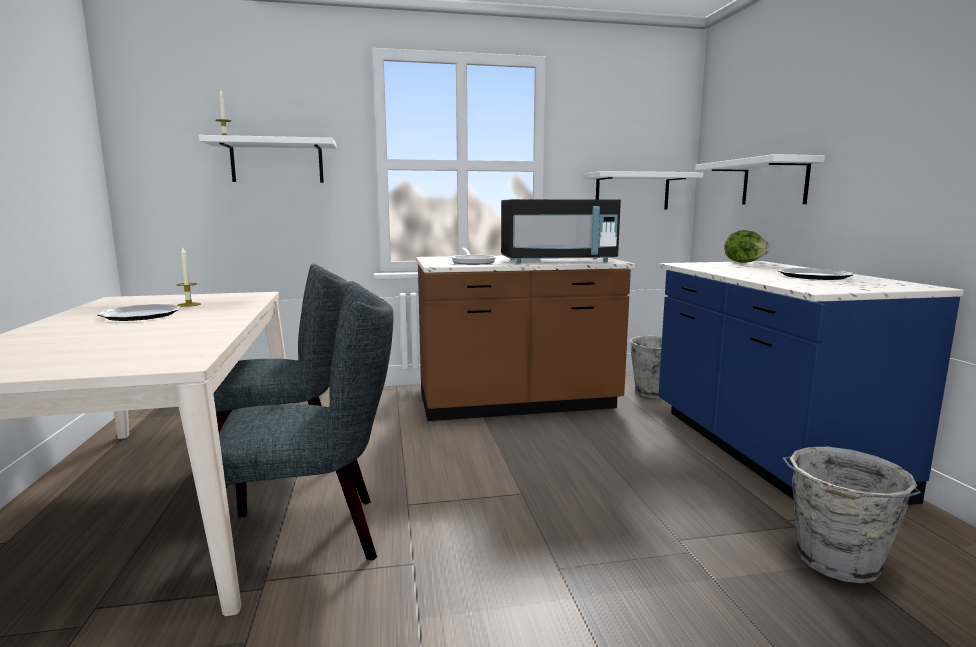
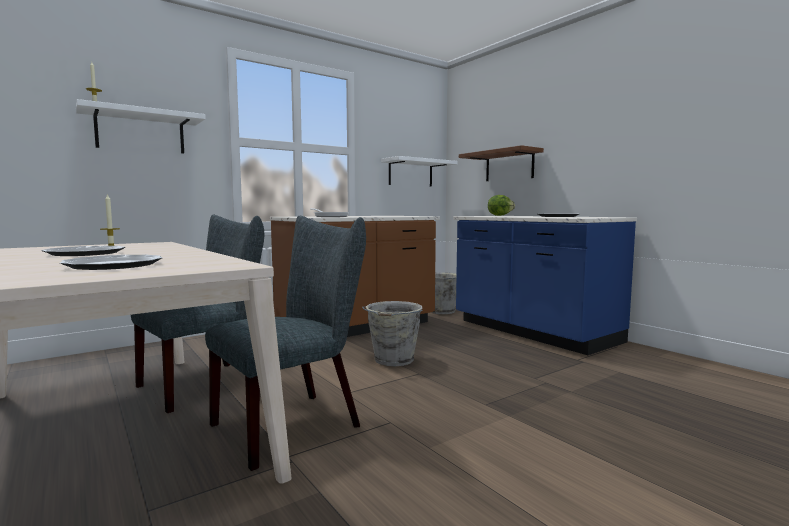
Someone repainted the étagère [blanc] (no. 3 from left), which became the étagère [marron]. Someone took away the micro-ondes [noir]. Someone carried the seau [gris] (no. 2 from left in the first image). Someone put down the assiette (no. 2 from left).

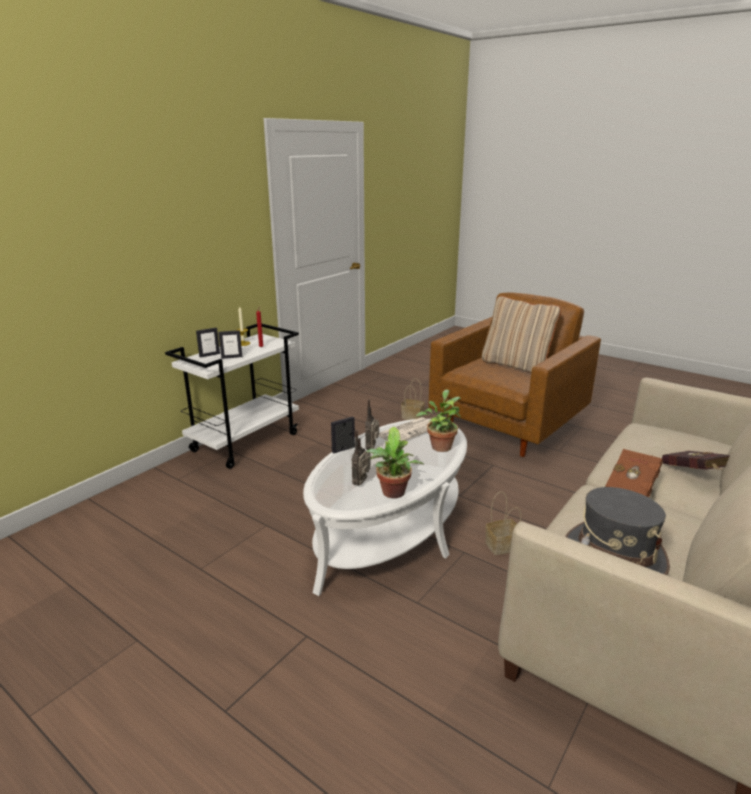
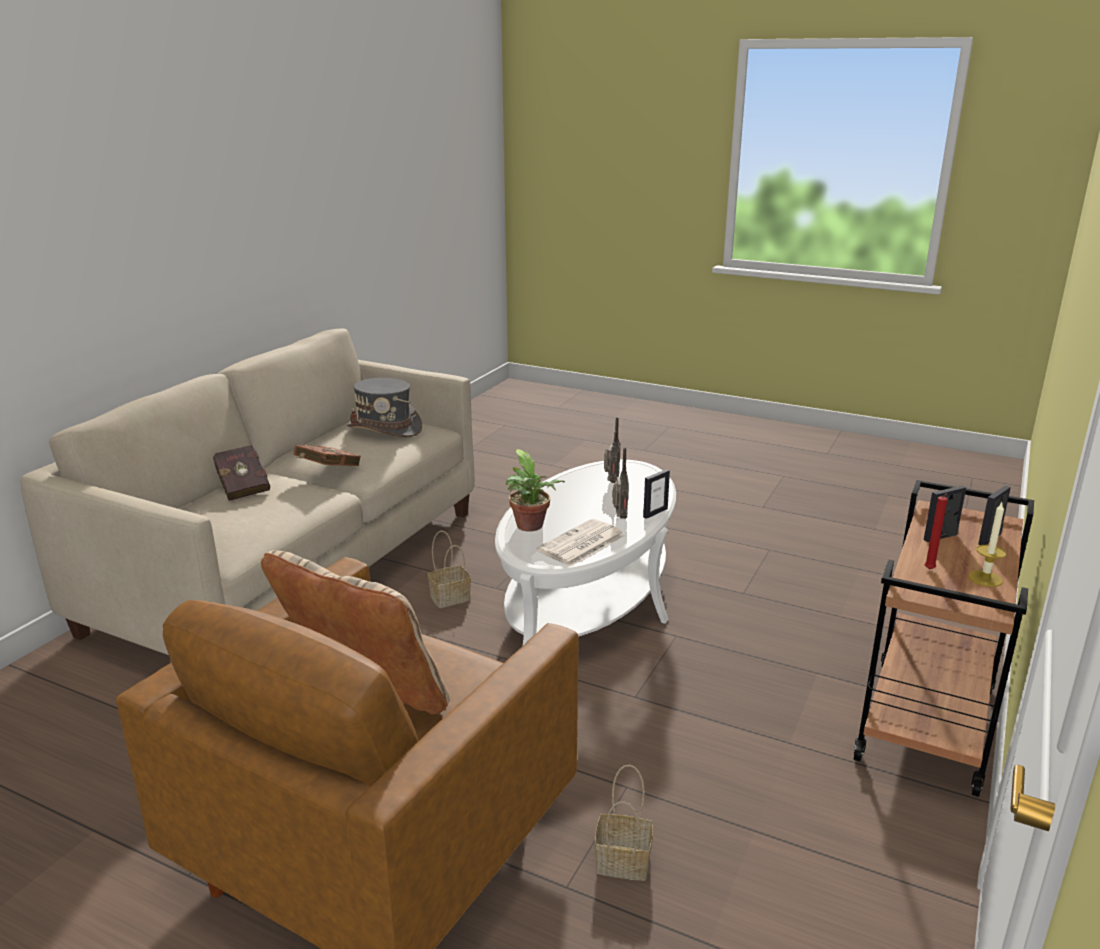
Someone repainted the chariot [blanc], which became the chariot [marron]. Someone took away the plante en pot (no. 1 from left).

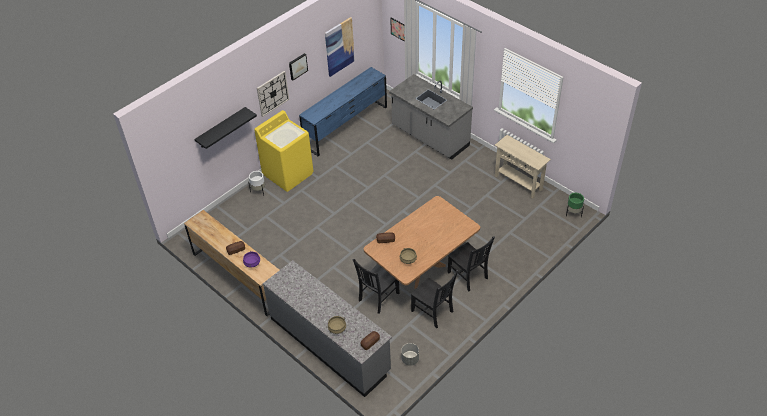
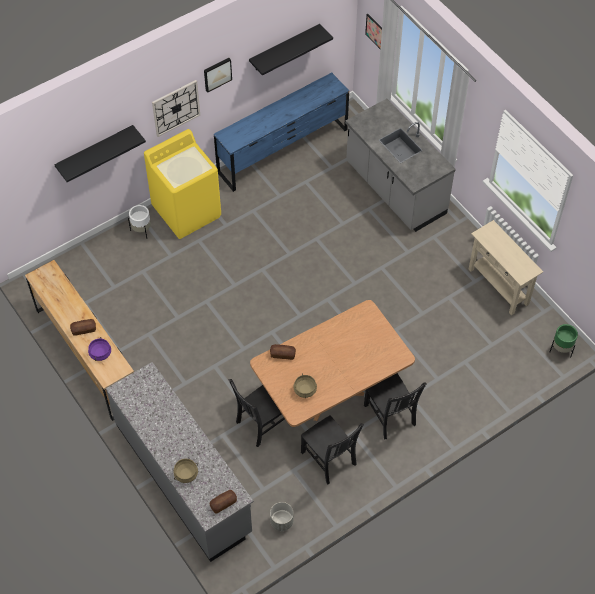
Someone swapped the tableau (no. 2 from left) for the étagère [noir] (no. 2 from left).

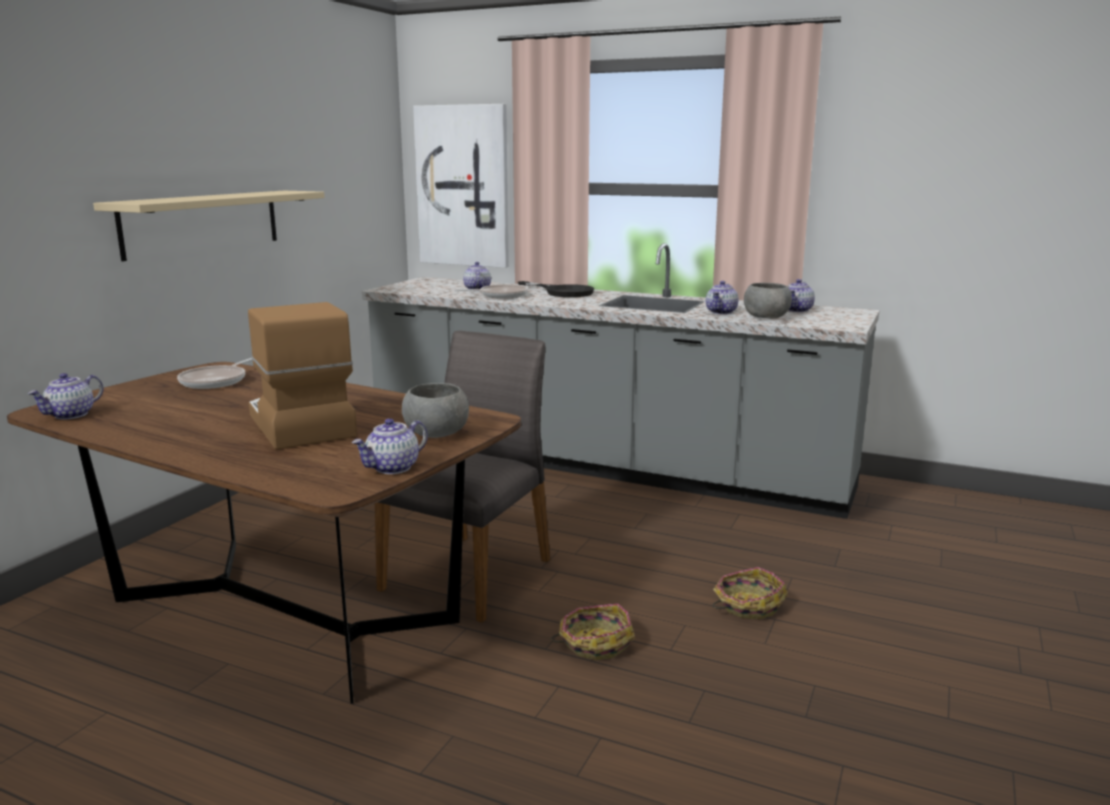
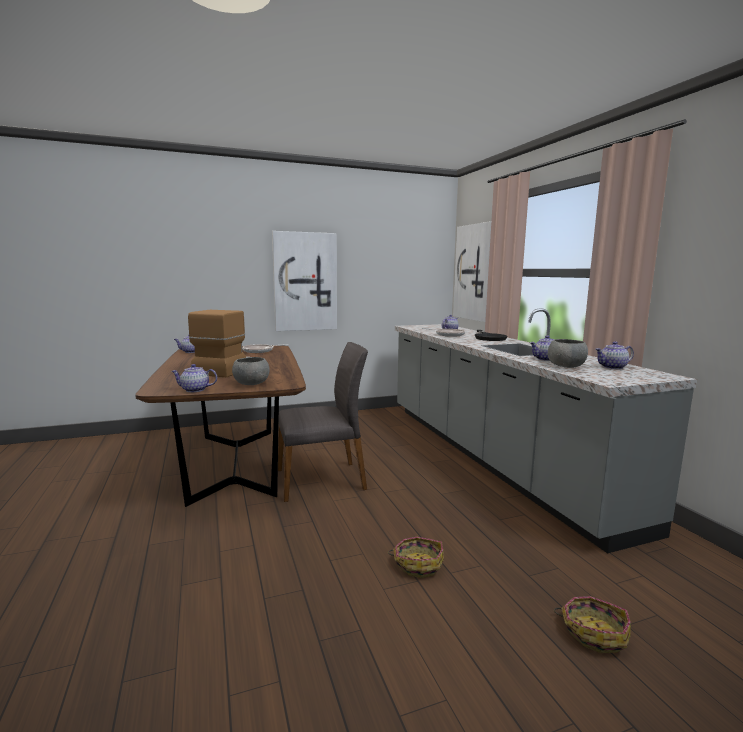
Someone swapped the étagère [beige] for the tableau (no. 1 from left). Someone carried the panier (no. 1 from left in the first image).

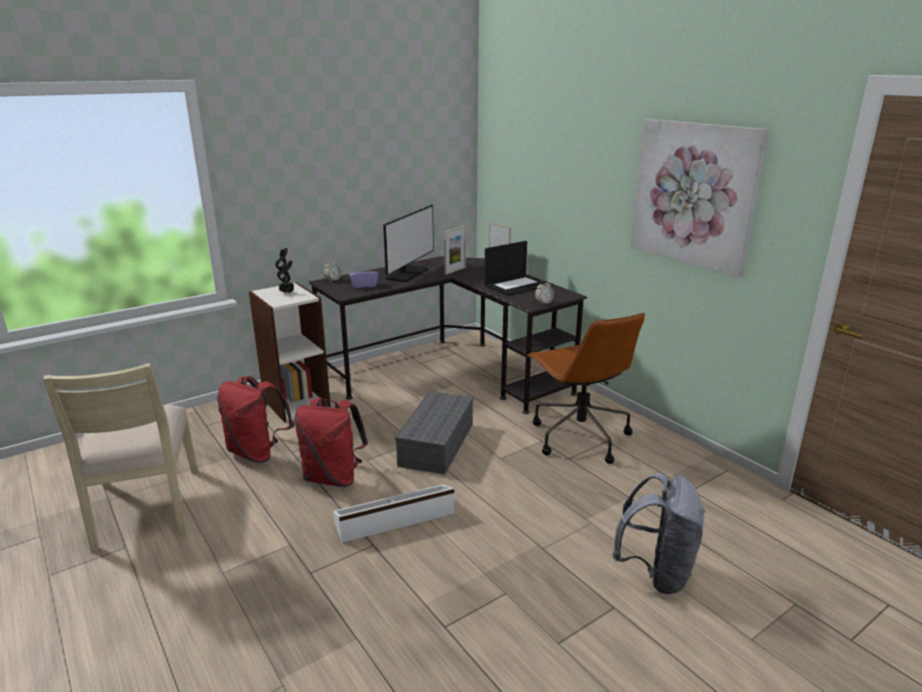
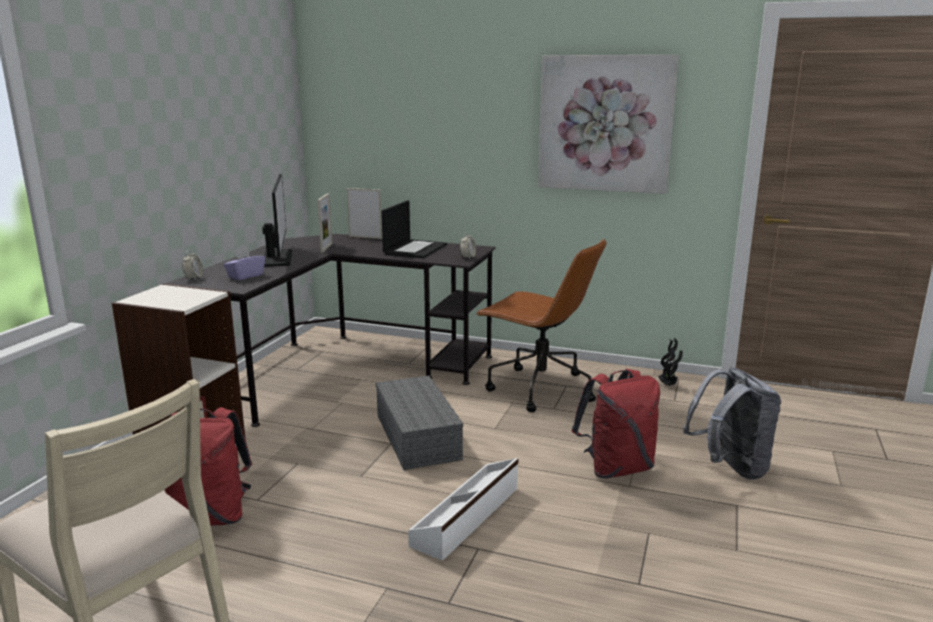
Someone carried the plante en pot. Someone carried the sac à dos [rouge] (no. 2 from left).

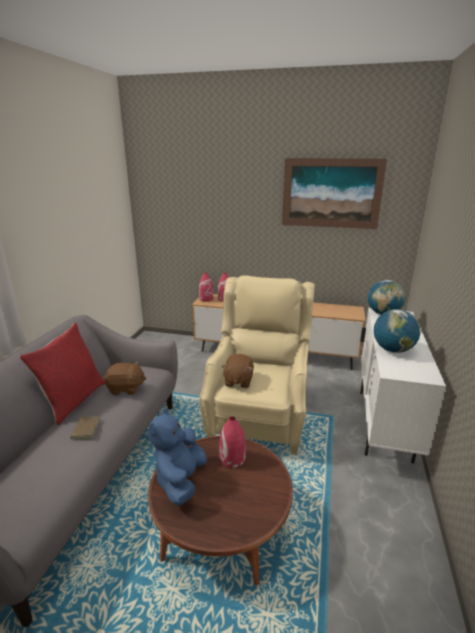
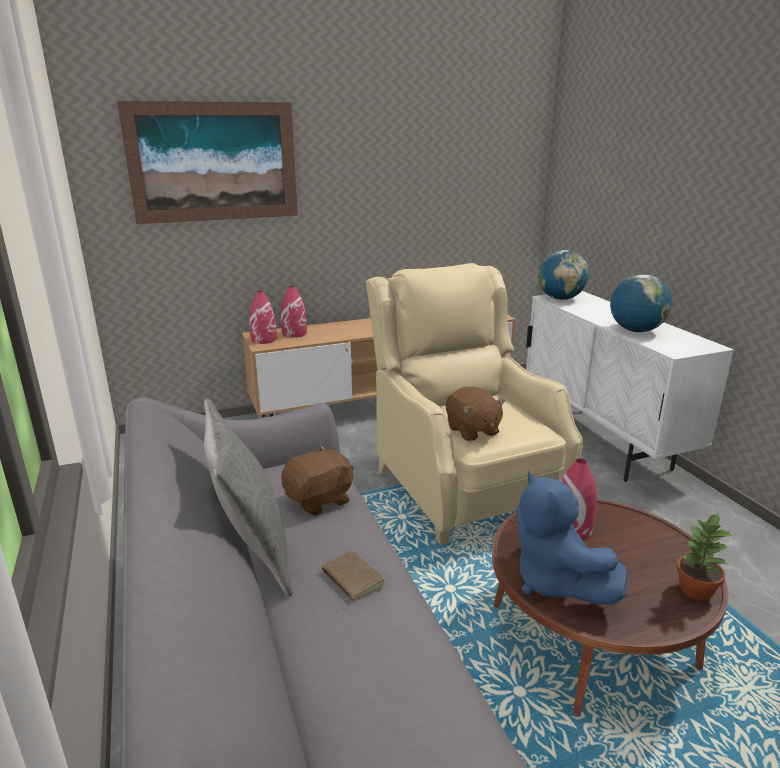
Someone carried the tableau. Someone repainted the coussin [rouge], which became the coussin [gris]. Someone put down the plante en pot.

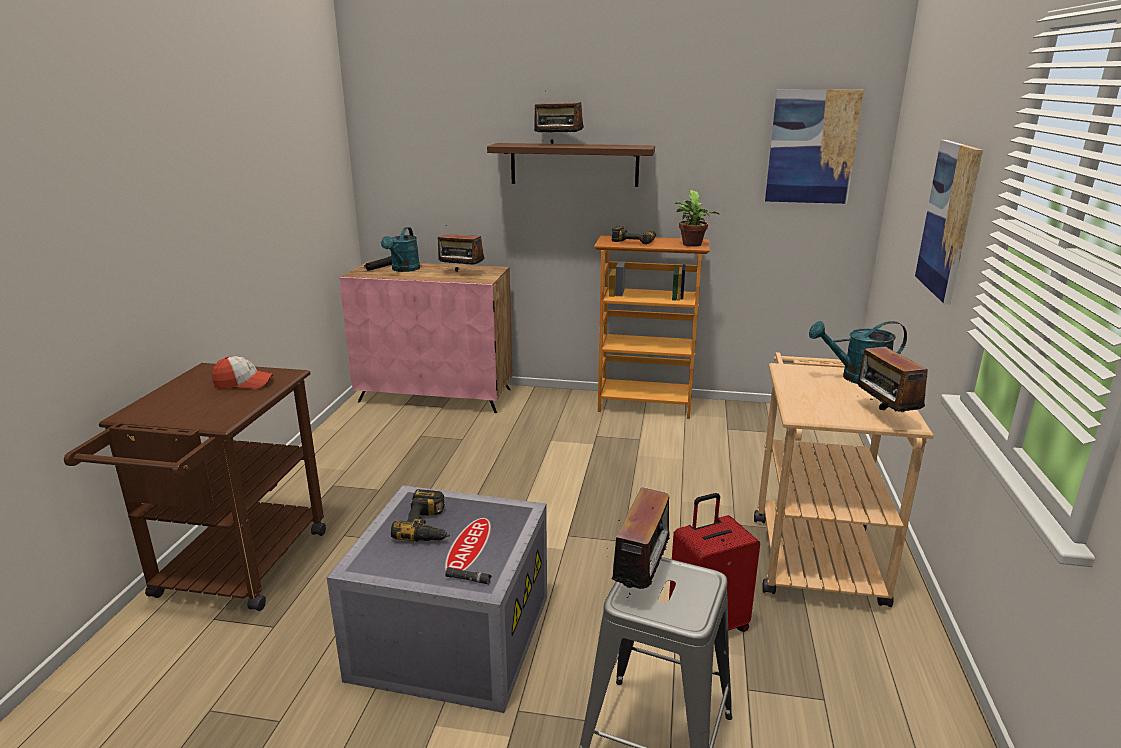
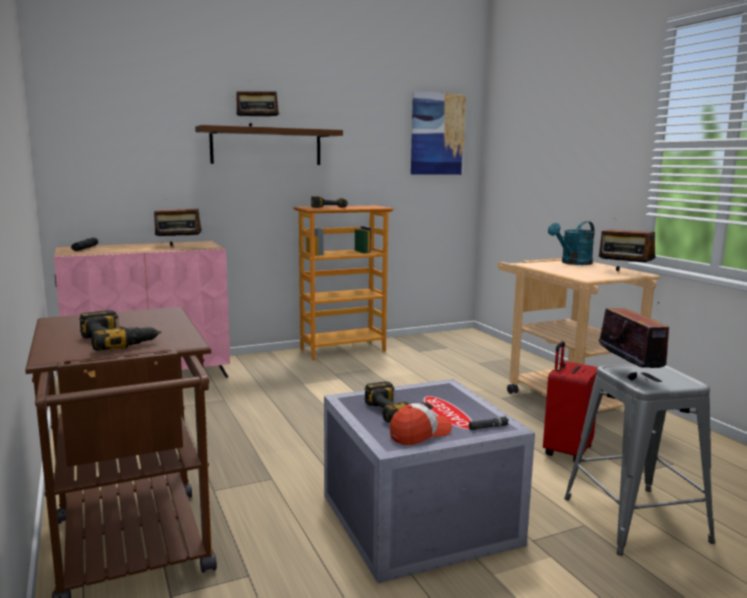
Someone took away the tableau (no. 2 from left). Someone took away the plante en pot. Someone took away the arrosoir [turquoise] (no. 1 from left). Someone carried the casquette. Someone put down the perceuse (no. 1 from left).

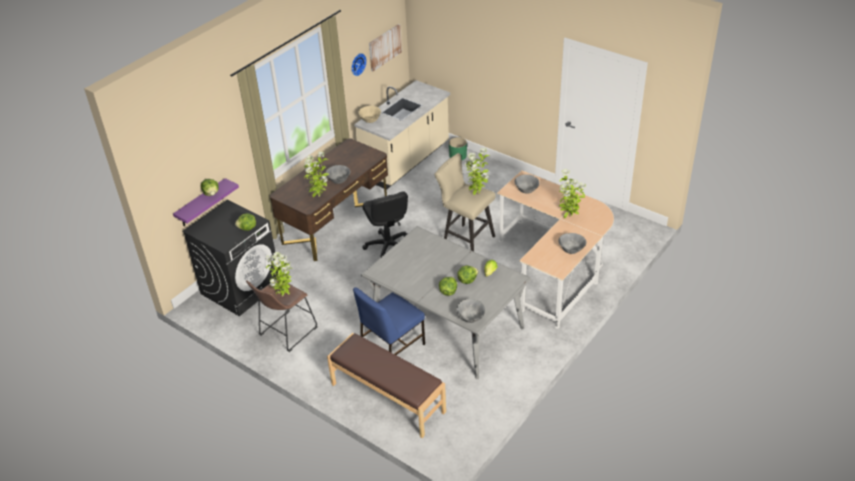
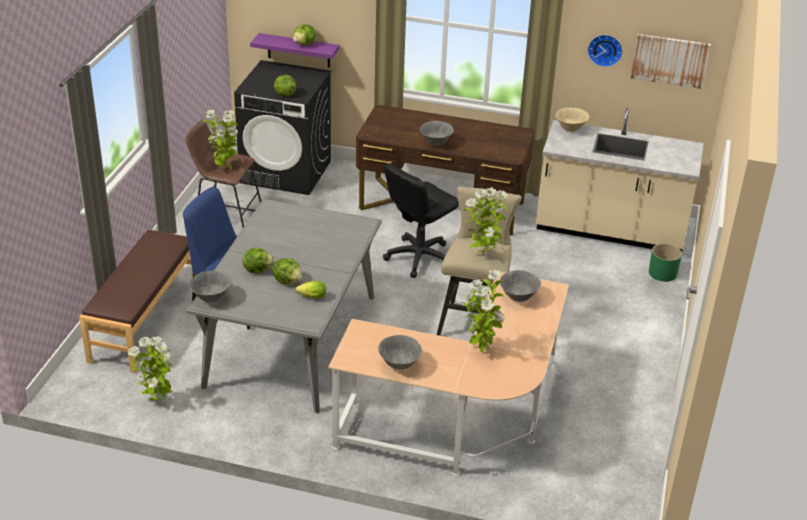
Someone carried the plante en pot (no. 2 from left in the first image).

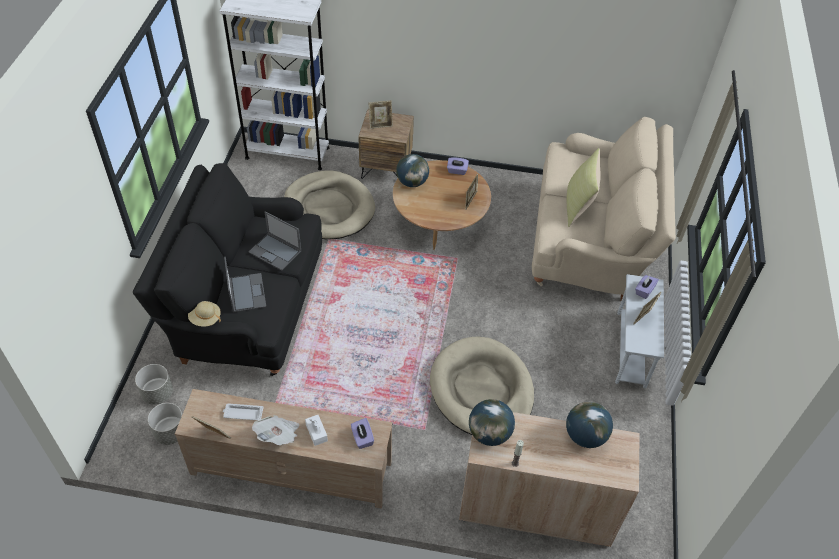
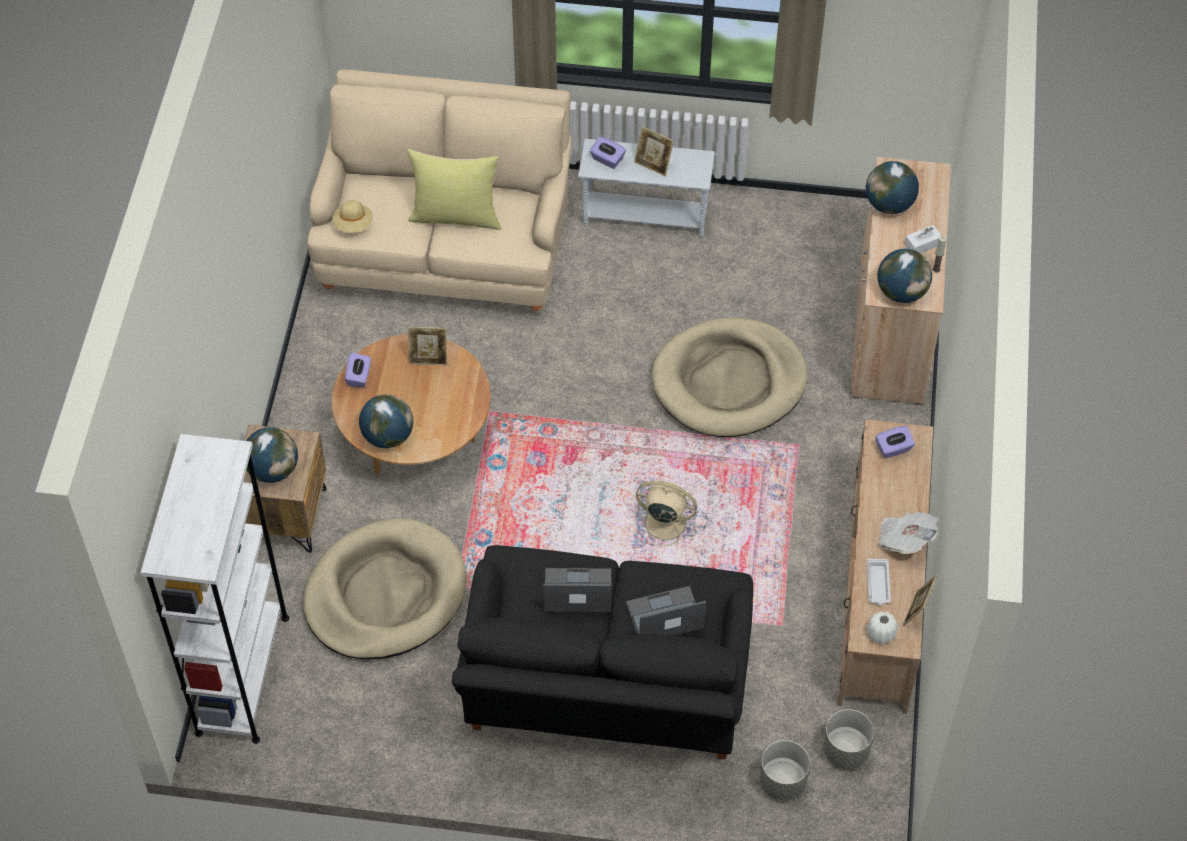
Someone swapped the cadre photo (no. 2 from left) for the globe (no. 1 from left). Someone rotated the ordinateur portable (no. 2 from left in the first image) by 120 degrees counterclockwise. Someone carried the chapeau [beige]. Someone carried the boîte à mouchoirs [blanc]. Someone put down the ventilateur [beige]. Someone put down the vase [blanc].

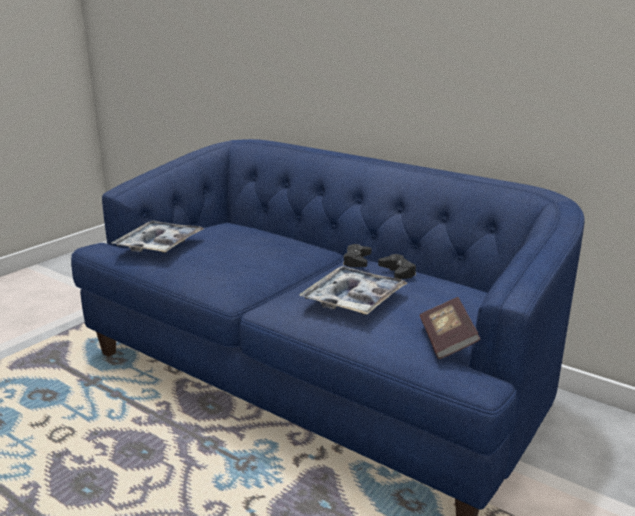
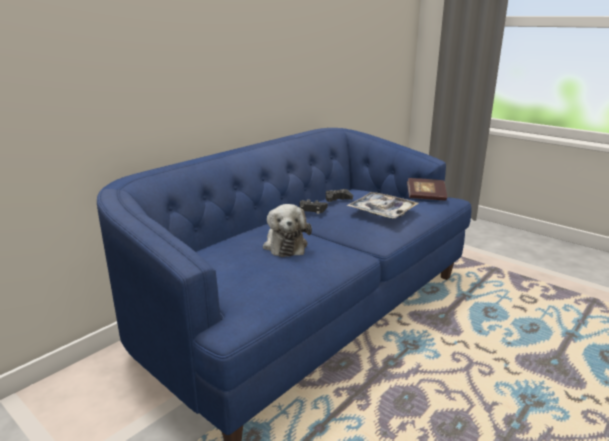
Someone took away the plateau (no. 1 from left). Someone put down the peluche.

